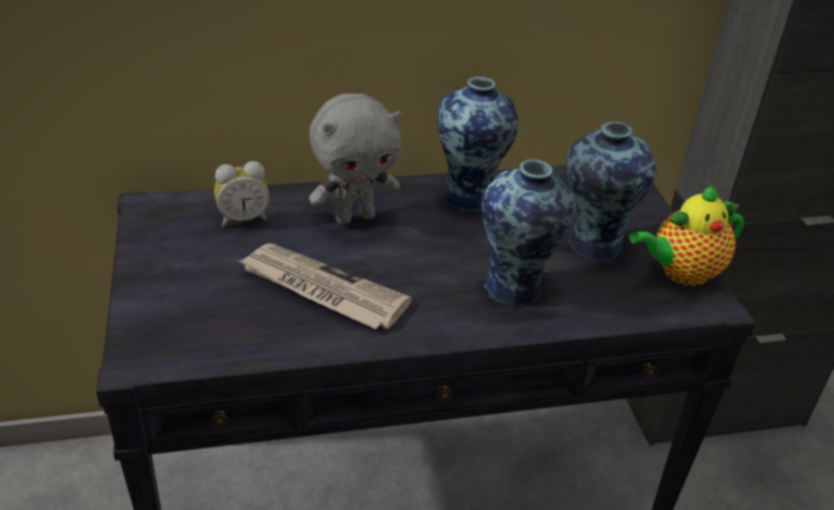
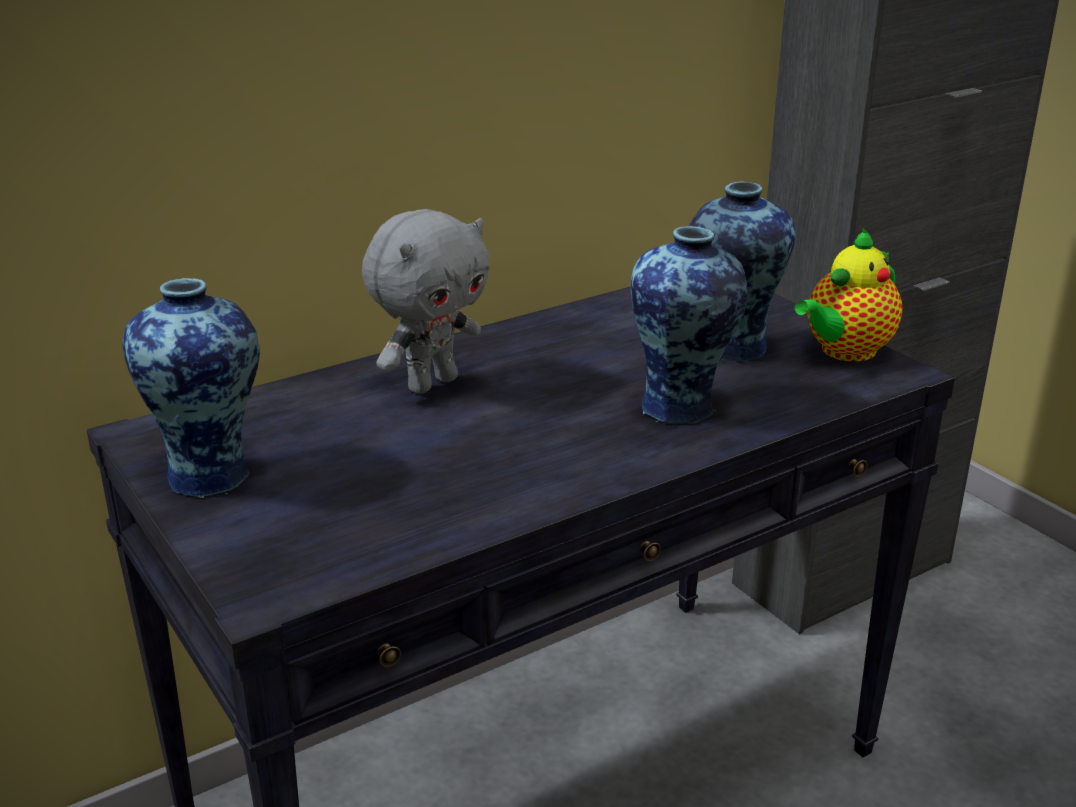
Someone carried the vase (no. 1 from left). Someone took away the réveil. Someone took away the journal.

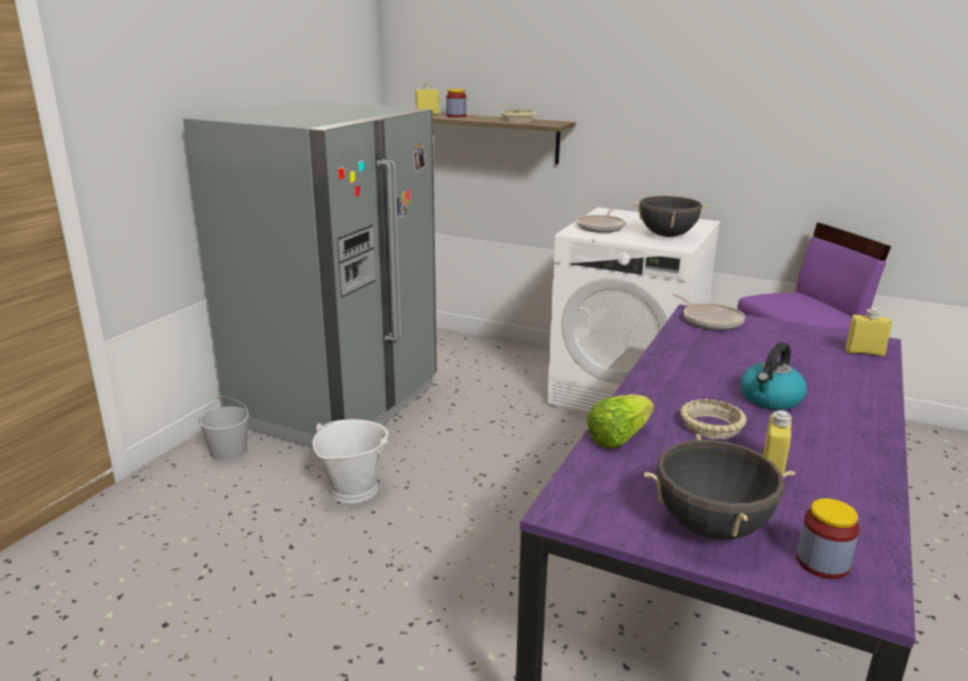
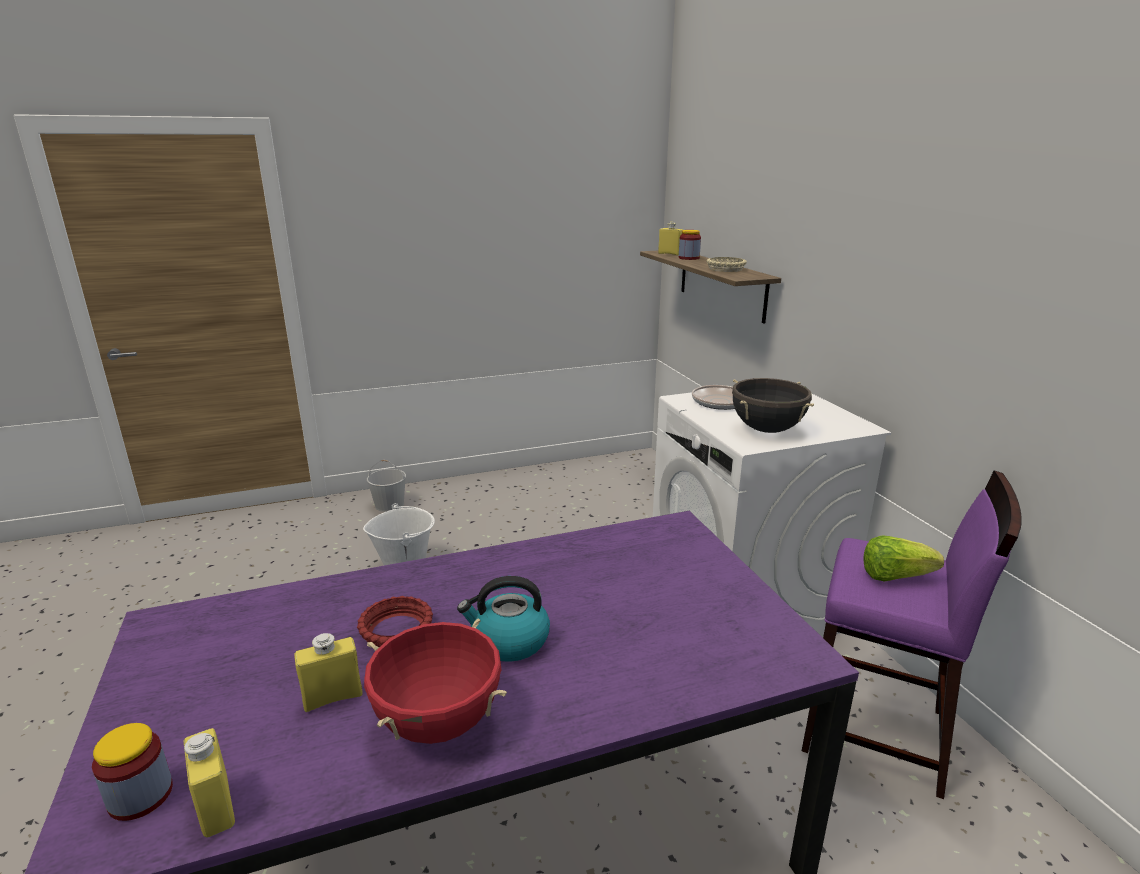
Someone took away the réfrigérateur [gris]. Someone took away the poêle (no. 2 from left). Someone carried the bouteille [jaune] (no. 3 from left in the first image). Someone carried the laitue. Someone repainted the bol [beige] (no. 2 from left), which became the bol [rouge]. Someone took away the marmite [noir] (no. 2 from left). Someone put down the marmite [rouge].

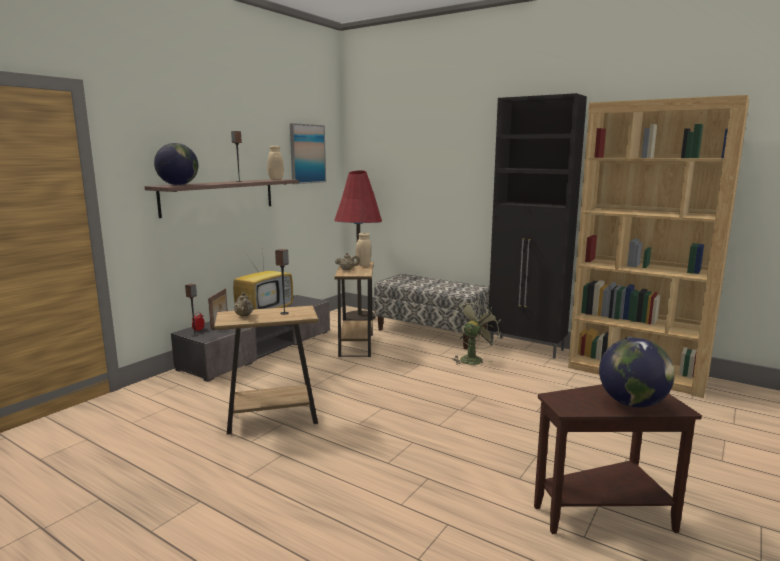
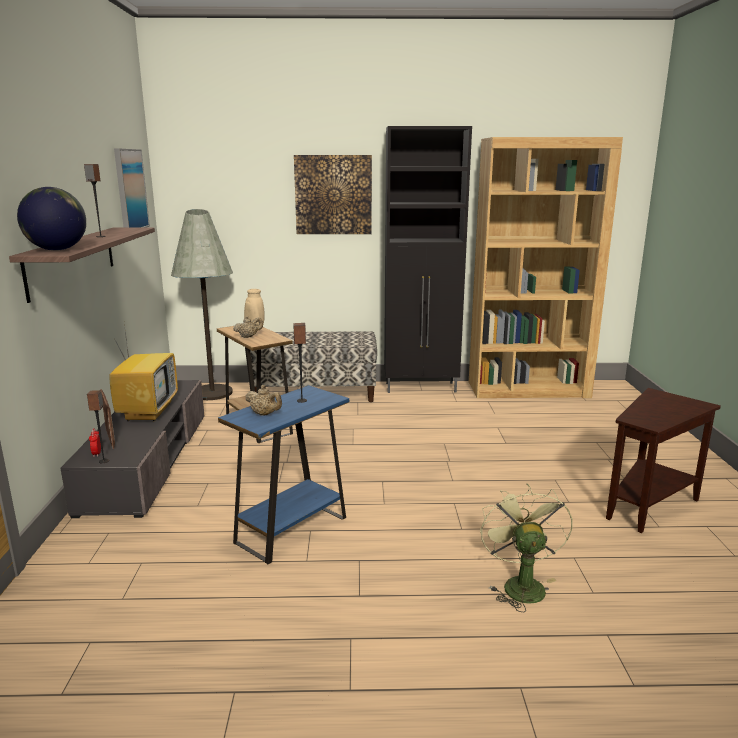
Someone took away the vase [beige] (no. 1 from left). Someone repainted the lampadaire [rouge], which became the lampadaire [gris]. Someone carried the ventilateur [vert]. Someone repainted the table d'appoint [marron] (no. 1 from left), which became the table d'appoint [bleu]. Someone took away the globe (no. 2 from left). Someone put up the tableau (no. 2 from left).

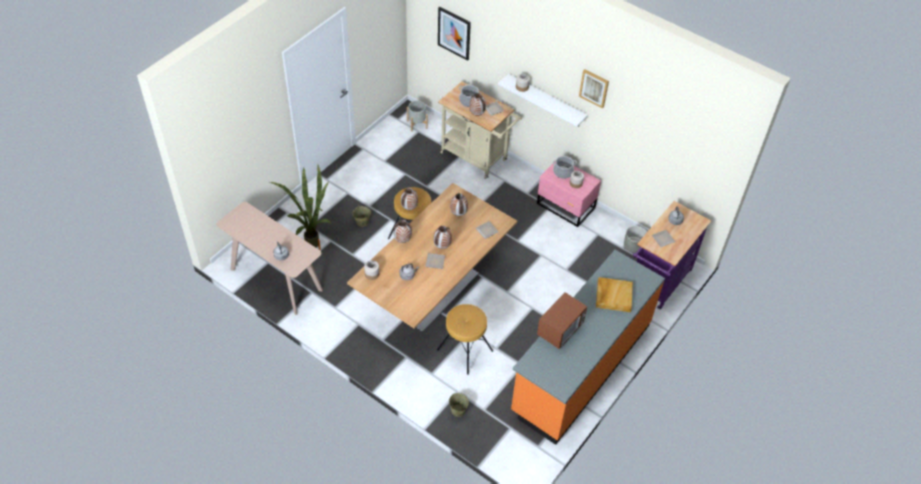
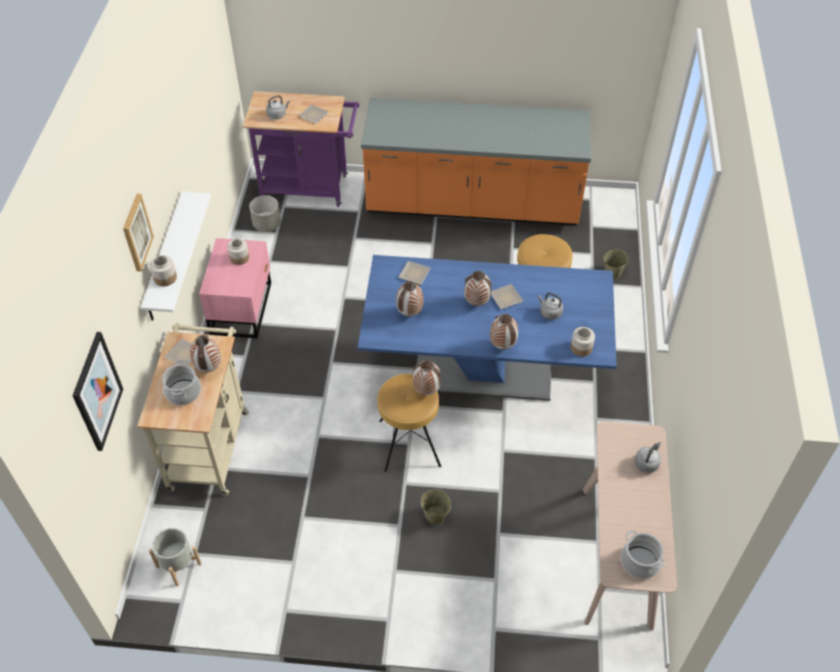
Someone carried the tableau (no. 2 from left). Someone carried the marmite (no. 2 from left). Someone took away the plante en pot. Someone repainted the table à manger [beige], which became the table à manger [bleu]. Someone took away the plateau [beige]. Someone took away the micro-ondes.

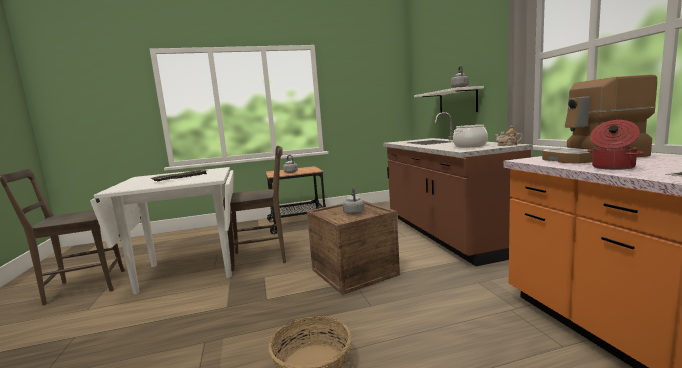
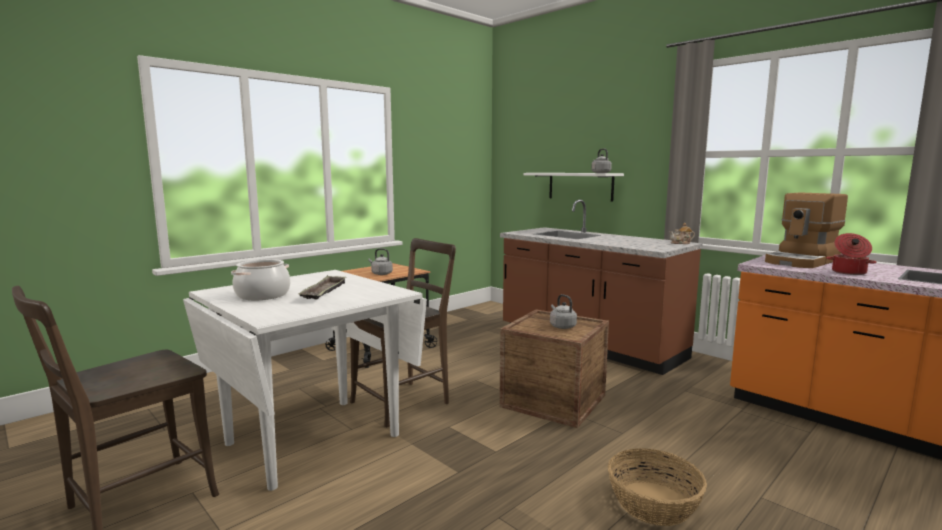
Someone carried the marmite (no. 1 from left).

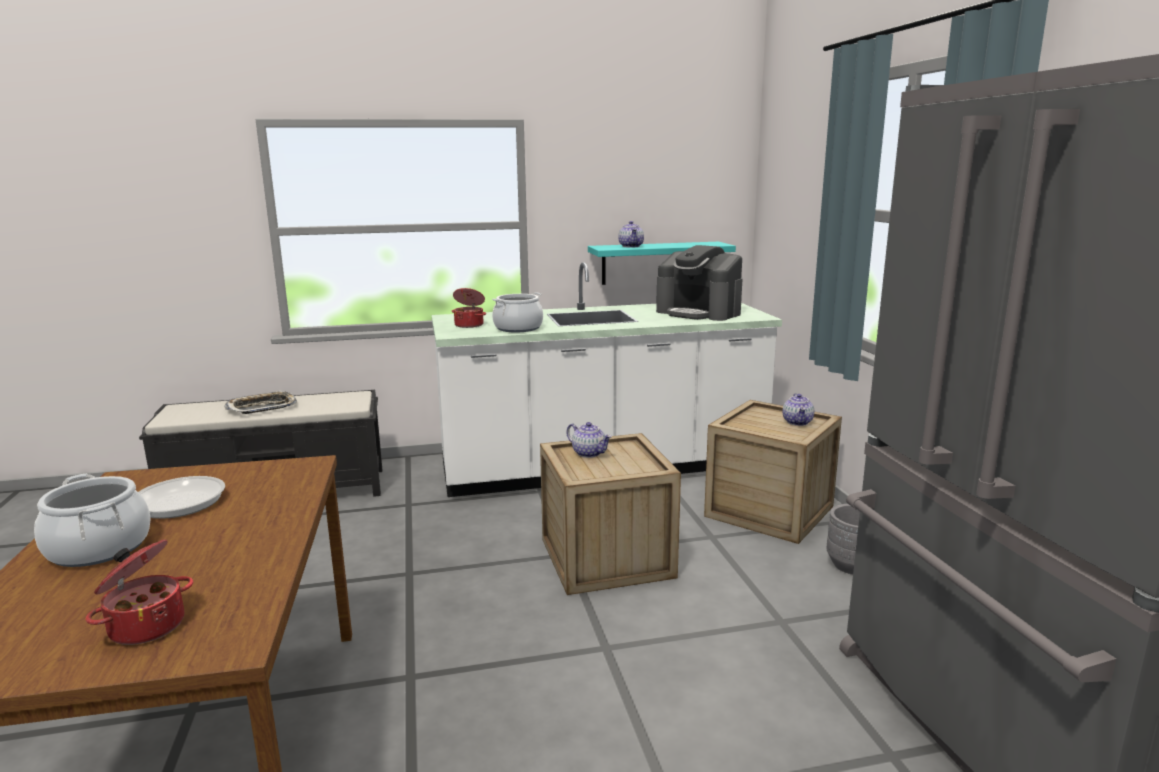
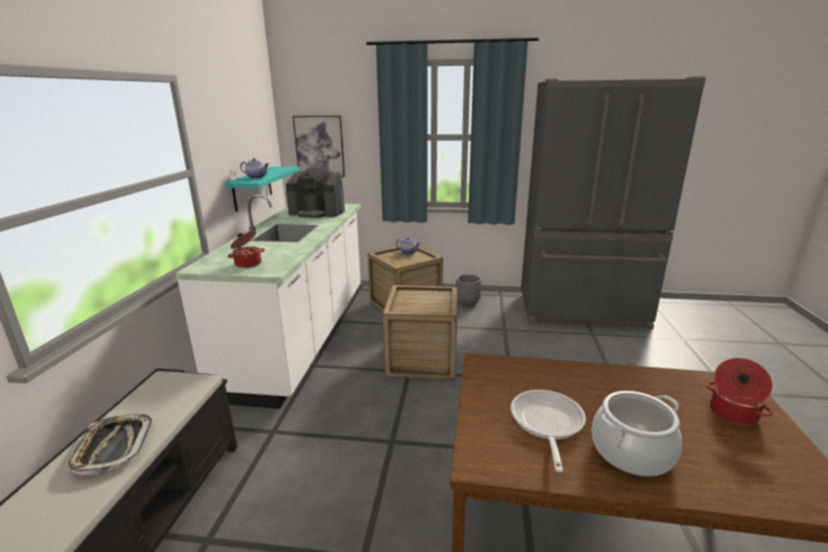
Someone rotated the machine à café by 45 degrees clockwise. Someone took away the marmite (no. 4 from left). Someone took away the théière (no. 1 from left). Someone put up the tableau.

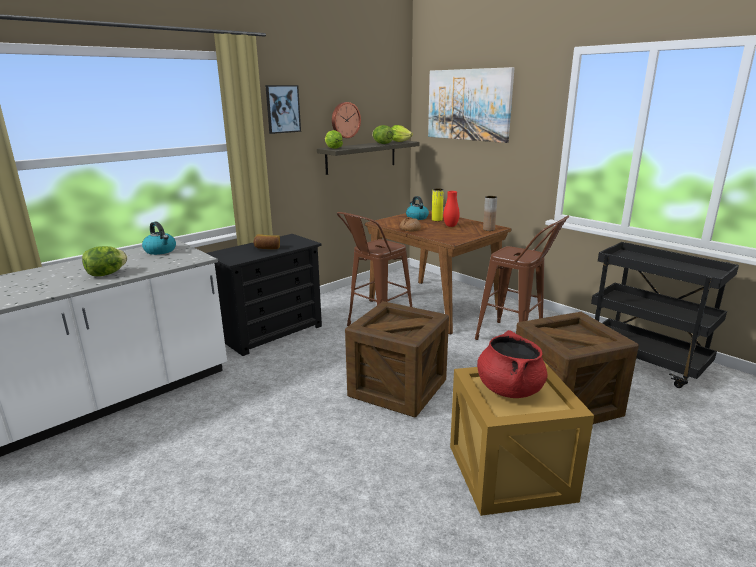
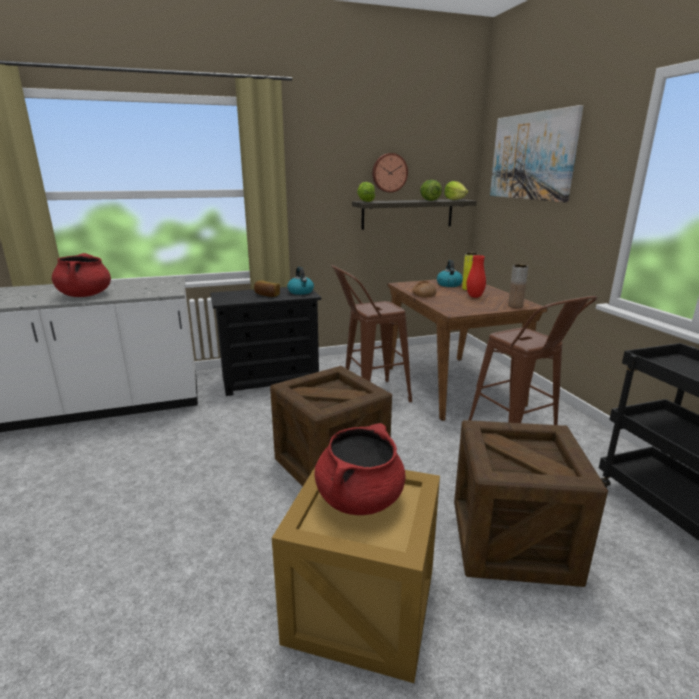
Someone took away the tableau (no. 1 from left). Someone carried the bouilloire (no. 1 from left). Someone swapped the laitue (no. 1 from left) for the marmite [rouge] (no. 1 from left).

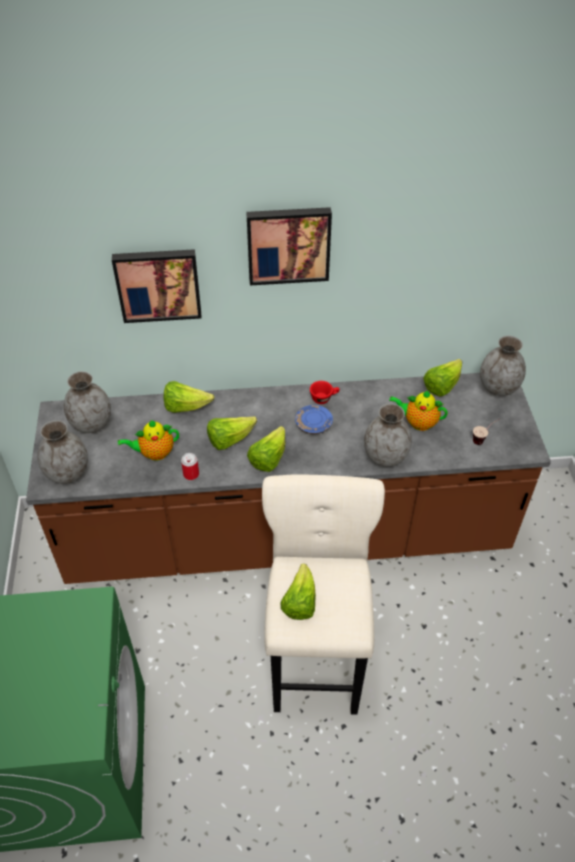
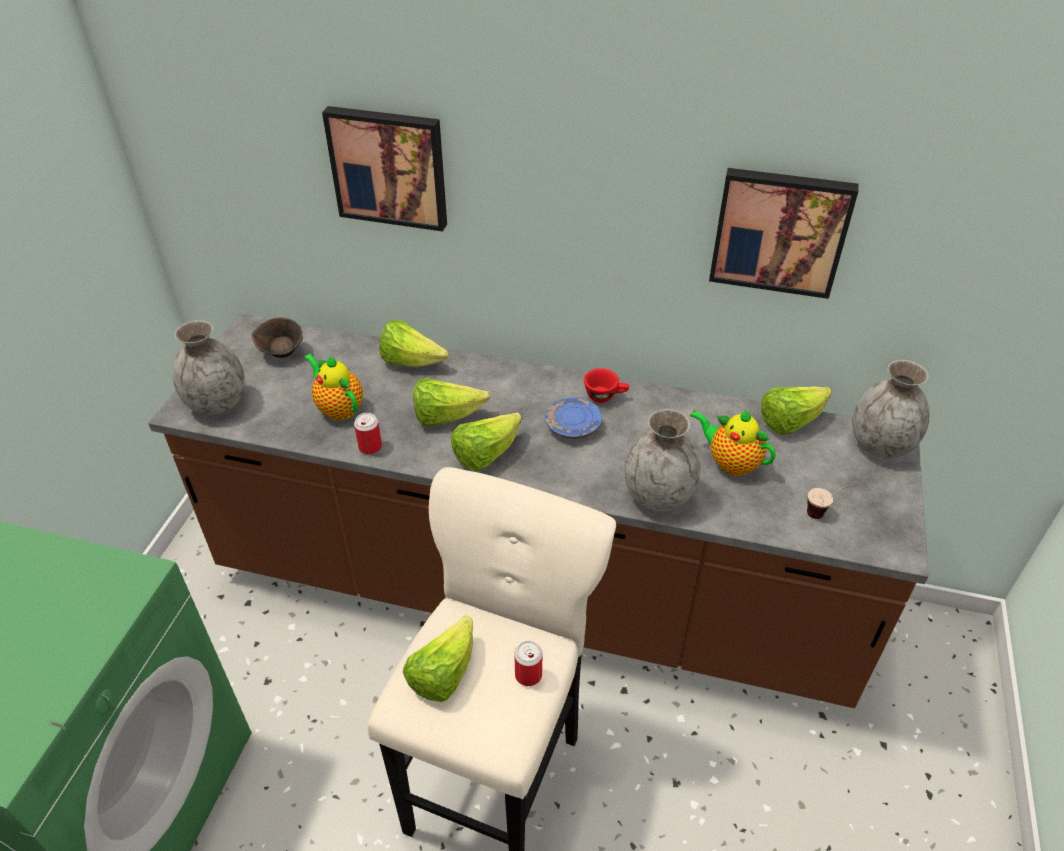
Someone carried the tableau (no. 2 from left). Someone swapped the vase [gris] (no. 2 from left) for the bol [marron]. Someone rotated the théière (no. 1 from left) by 45 degrees clockwise. Someone put down the boîte métallique (no. 2 from left).

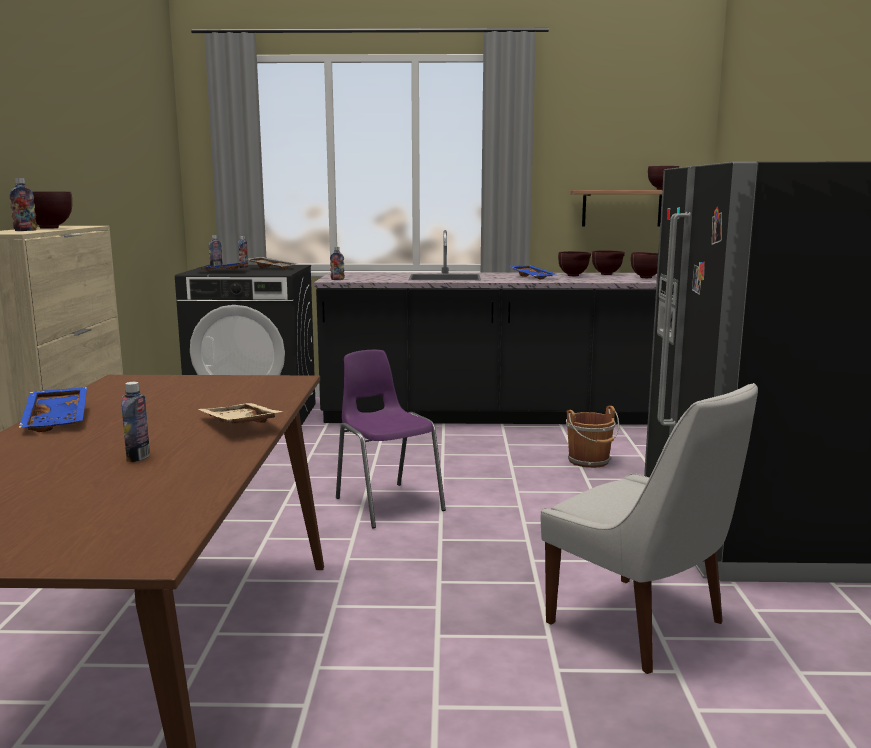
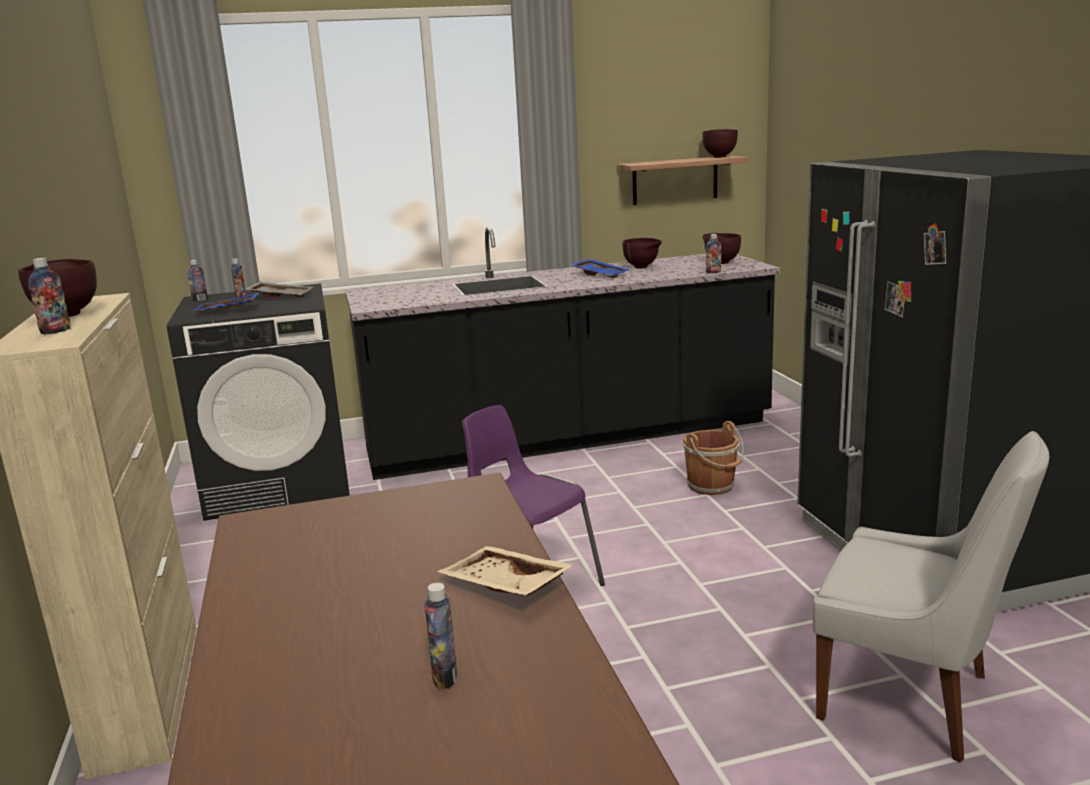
Someone carried the bouteille (no. 5 from left). Someone took away the bol [marron] (no. 3 from left). Someone took away the plateau [bleu] (no. 1 from left).

